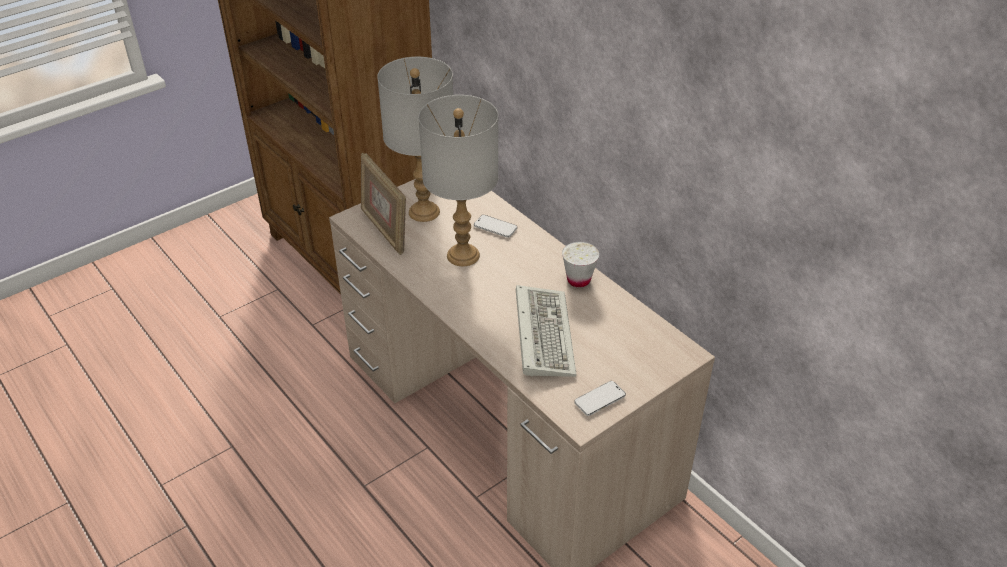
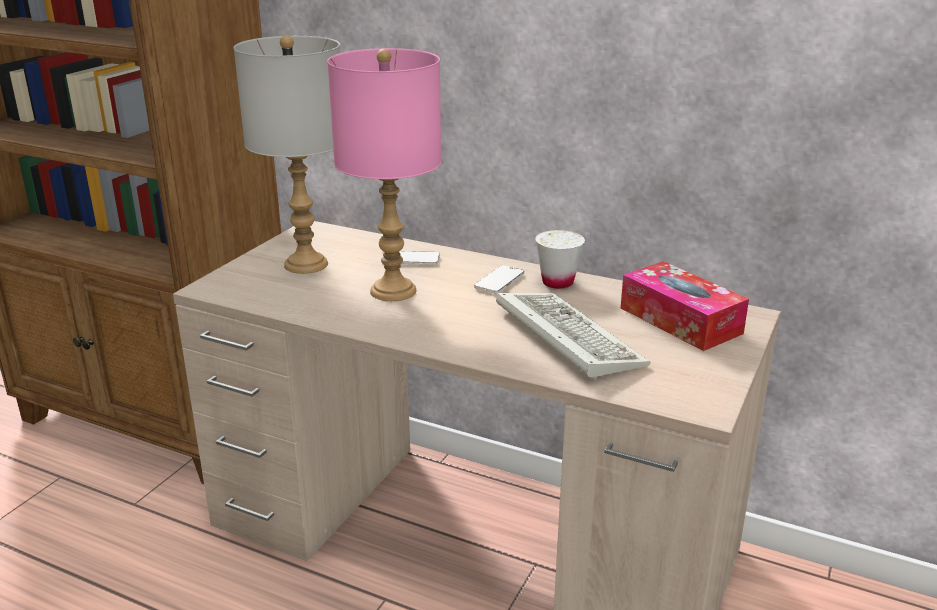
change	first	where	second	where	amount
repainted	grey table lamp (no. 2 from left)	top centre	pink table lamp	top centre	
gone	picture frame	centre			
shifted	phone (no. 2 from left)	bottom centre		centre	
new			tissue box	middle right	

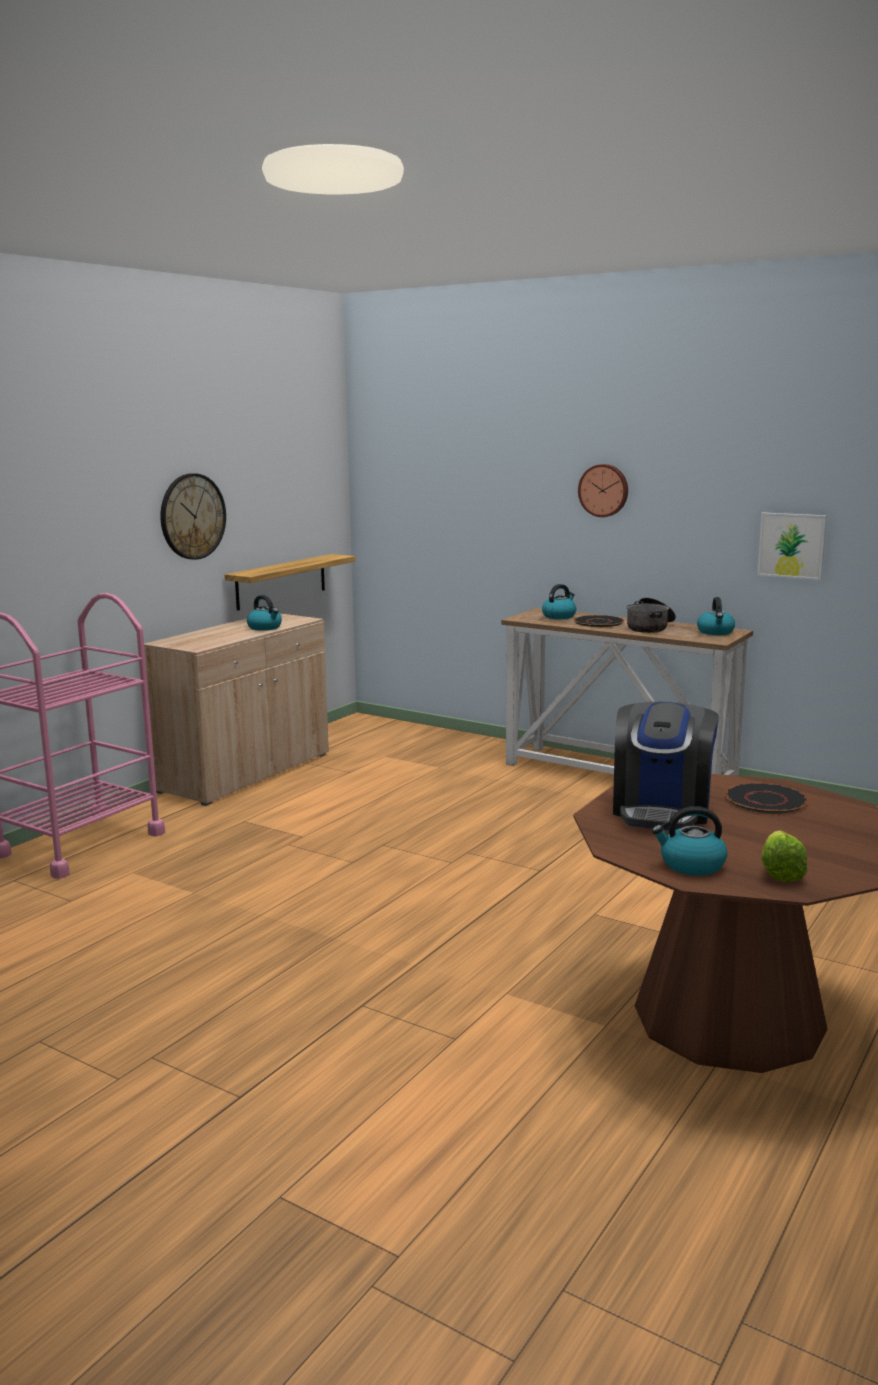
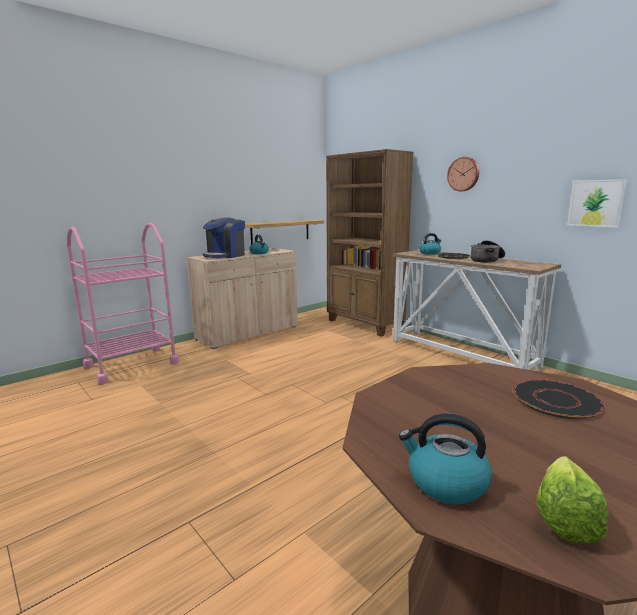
change	first	where	second	where	amount
gone	wall clock (no. 1 from left)	middle left			
gone	kettle (no. 4 from left)	middle right			
shifted	coffee machine	middle right		centre	
new			brown bookcase	centre	

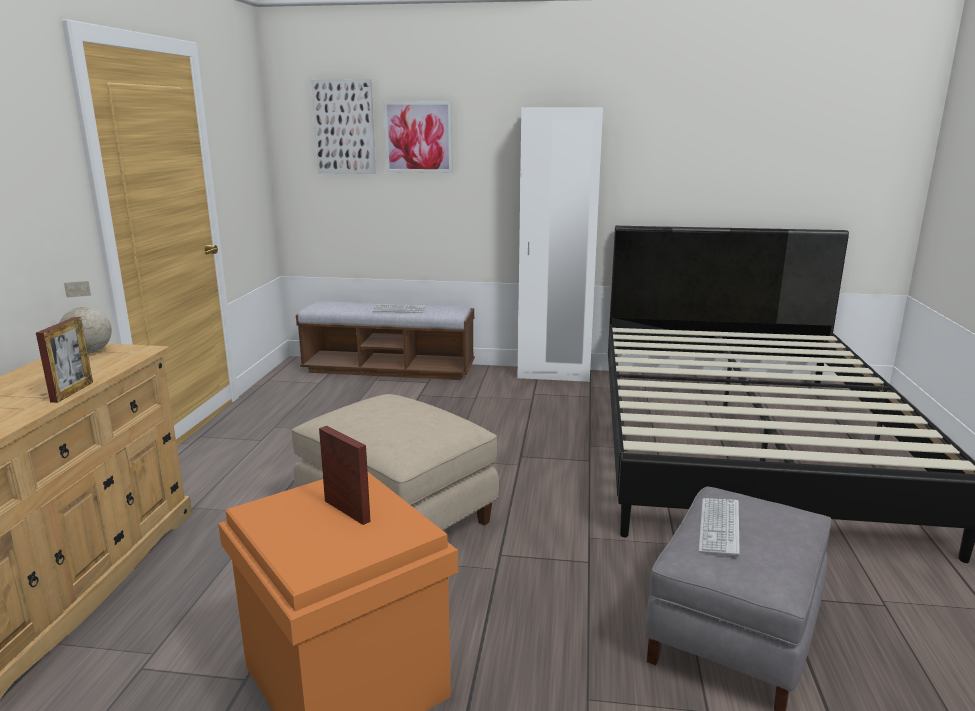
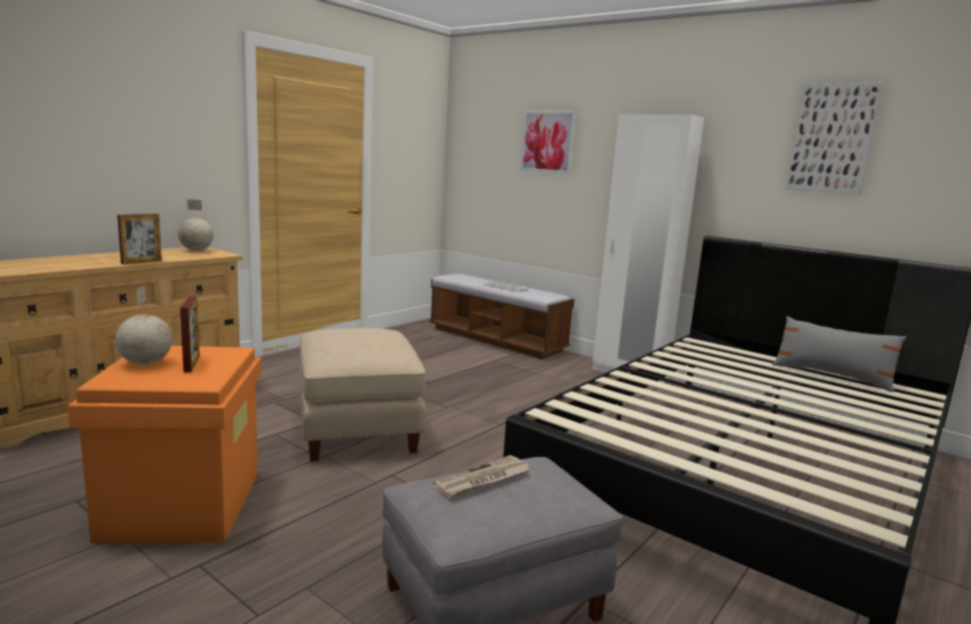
change	first	where	second	where	amount
shifted	picture (no. 1 from left in the first image)	top centre	picture (no. 2 from left)	top right	
swapped	keyboard (no. 2 from left)	bottom right	newspaper	bottom centre	
new			globe (no. 1 from left)	middle left	
new			grey pillow	middle right	

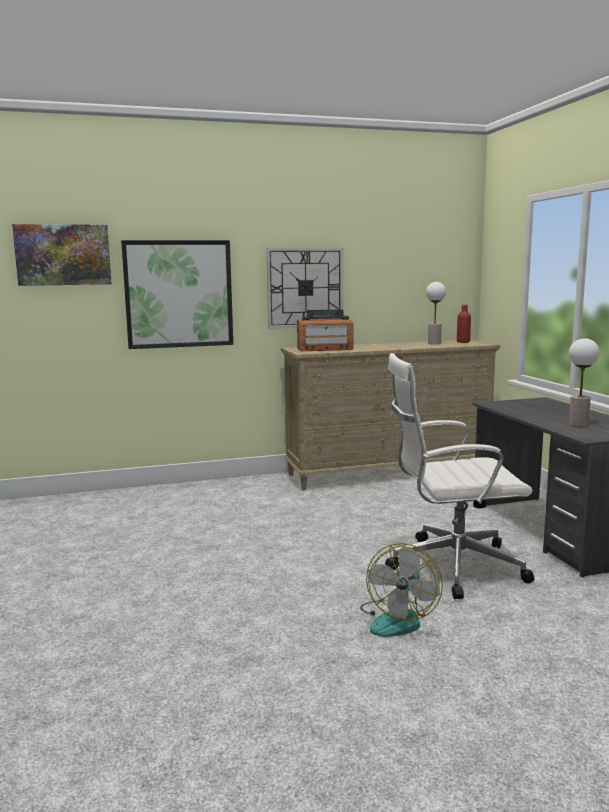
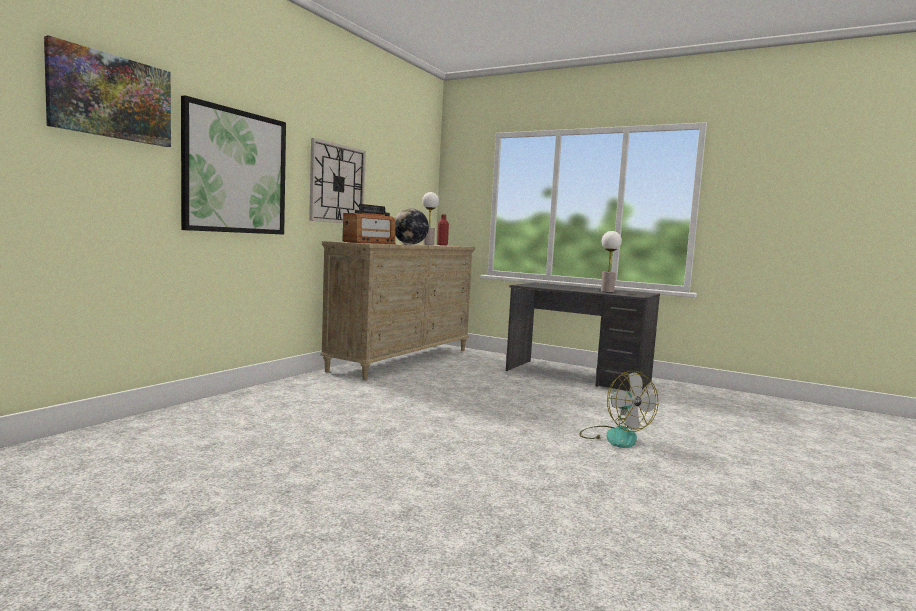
change	first	where	second	where	amount
gone	white office chair	middle right			
new			globe	centre	

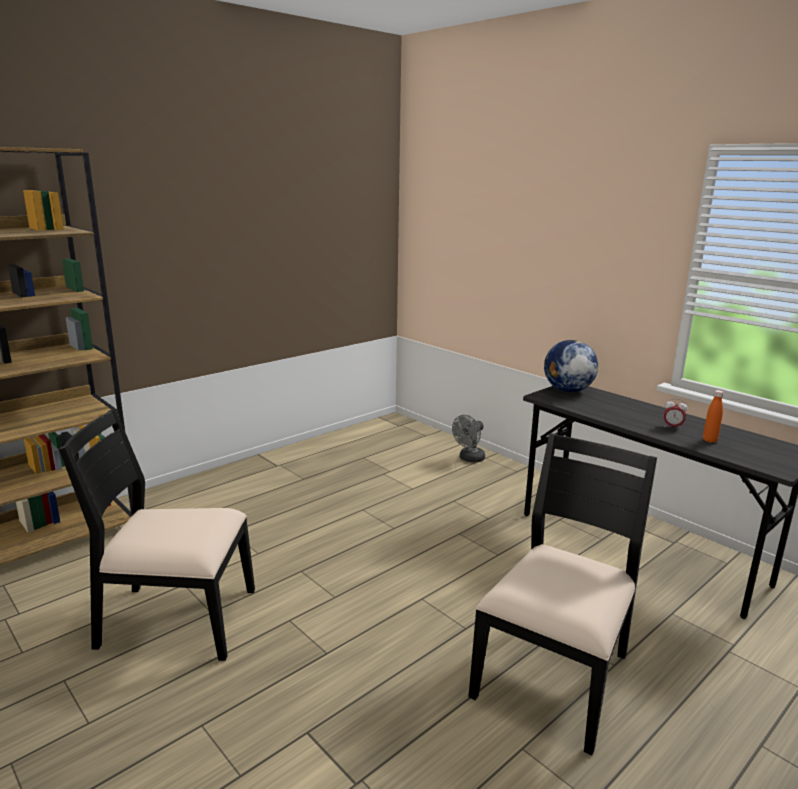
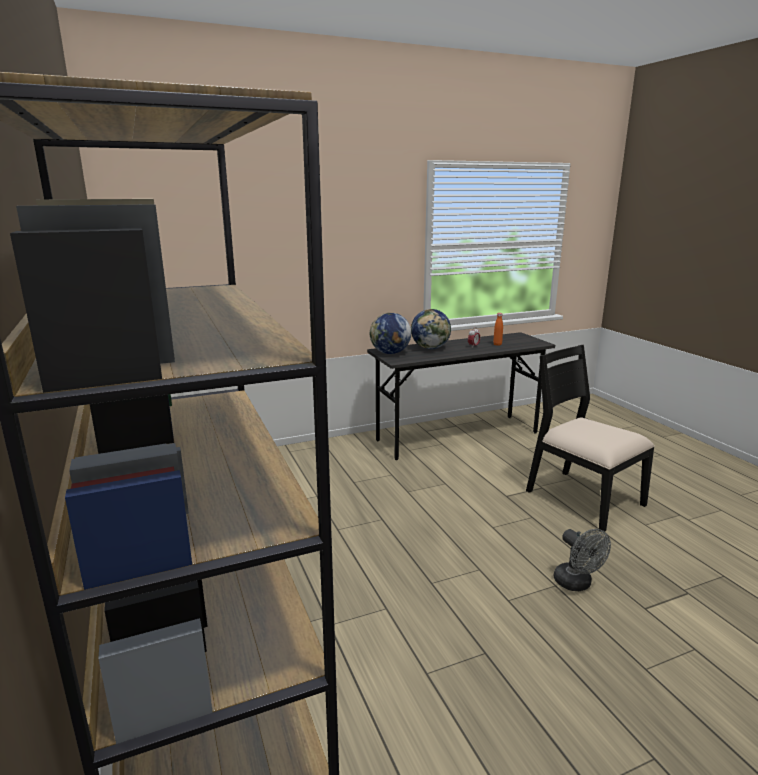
change	first	where	second	where	amount
gone	black chair (no. 1 from left)	bottom left			
shifted	grey fan	centre		bottom right	
new			globe (no. 2 from left)	centre	

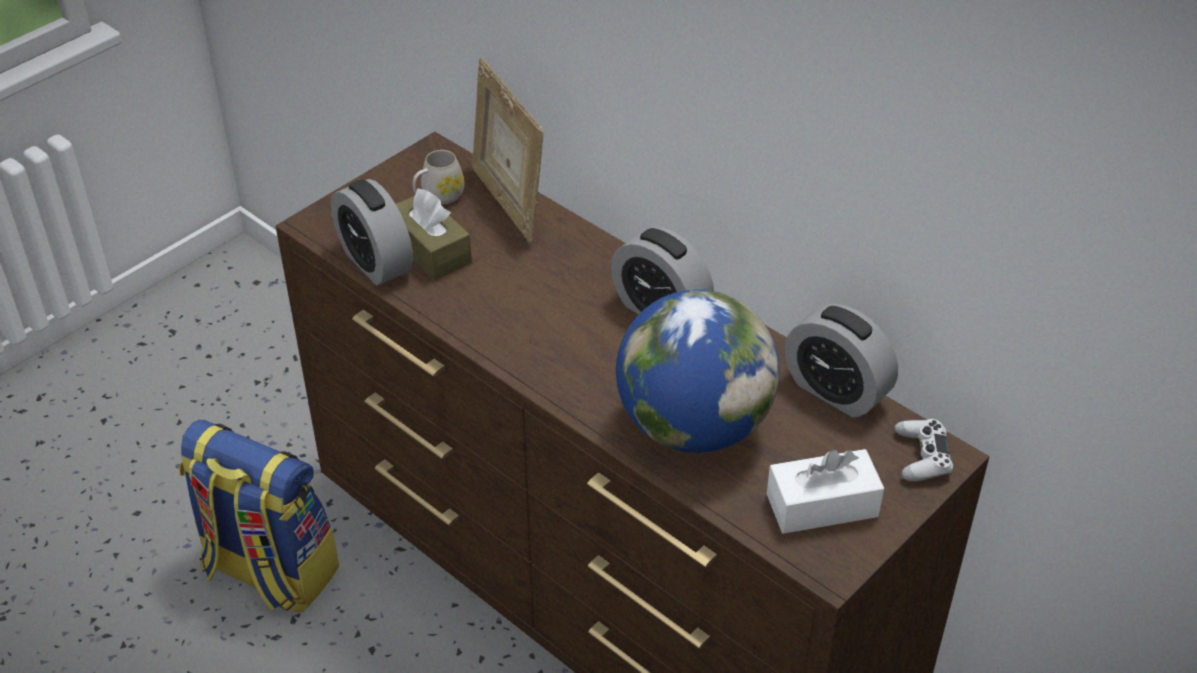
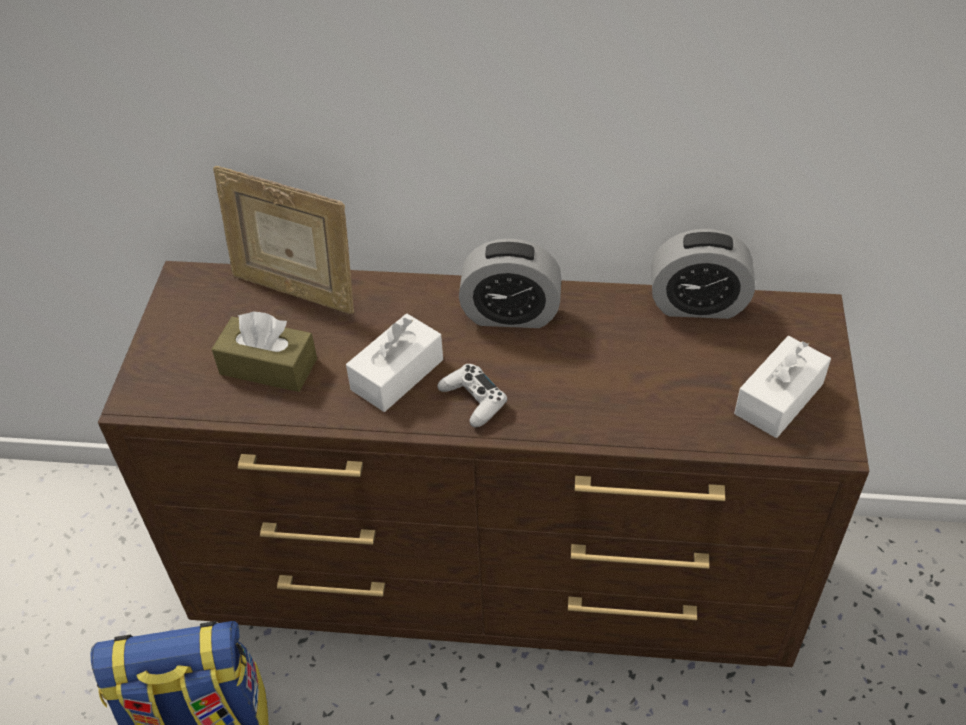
change	first	where	second	where	amount
gone	white mug	top centre			
gone	alarm clock (no. 1 from left)	middle left			
gone	globe	centre			
shifted	white game controller	bottom right		centre	
new			white tissue box (no. 1 from left)	centre	

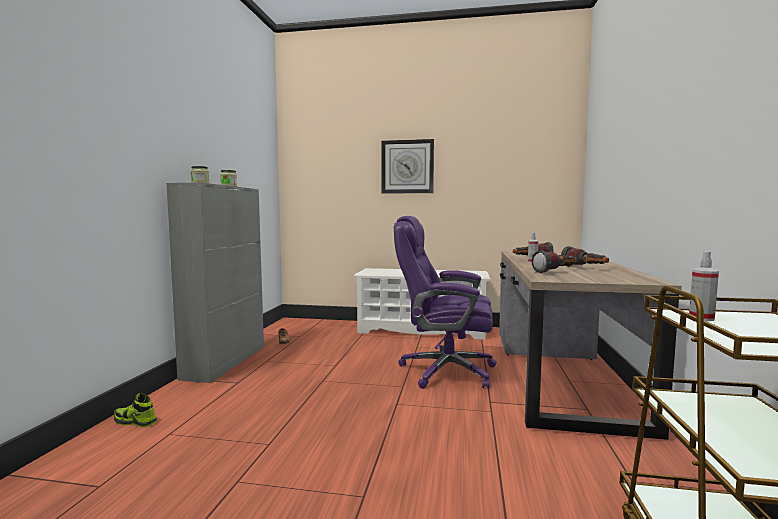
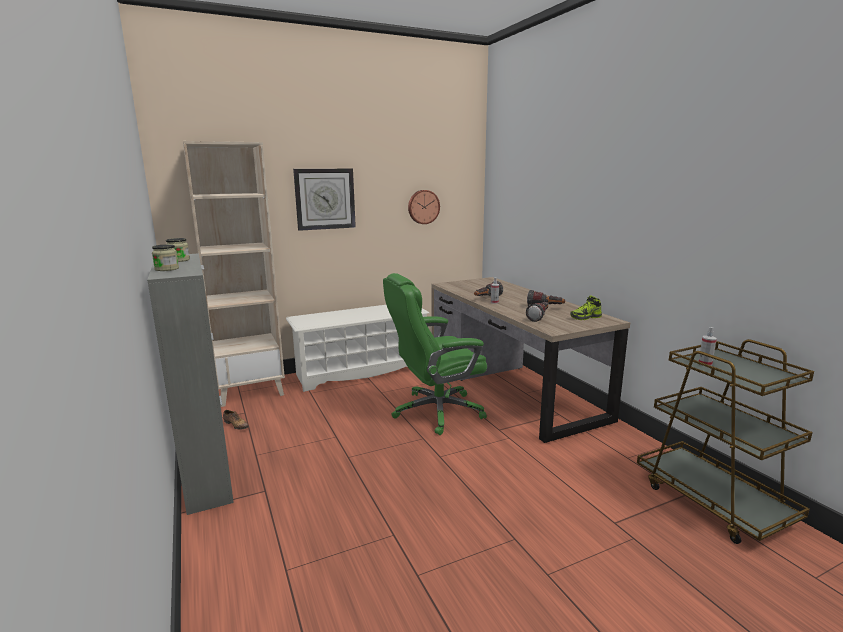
change	first	where	second	where	amount
repainted	purple office chair	centre	green office chair	centre	
shifted	shoe (no. 1 from left in the first image)	bottom left	shoe (no. 2 from left)	middle right	
new			beige bookcase	middle left	
new			wall clock (no. 2 from left)	top centre	

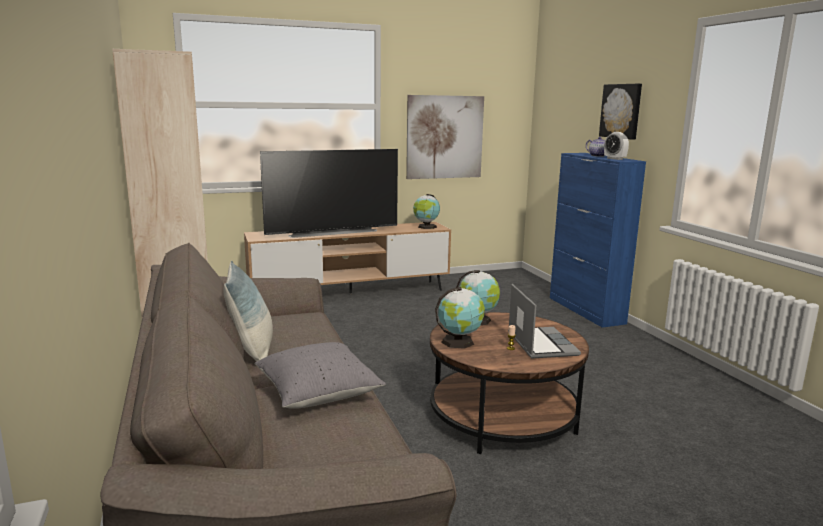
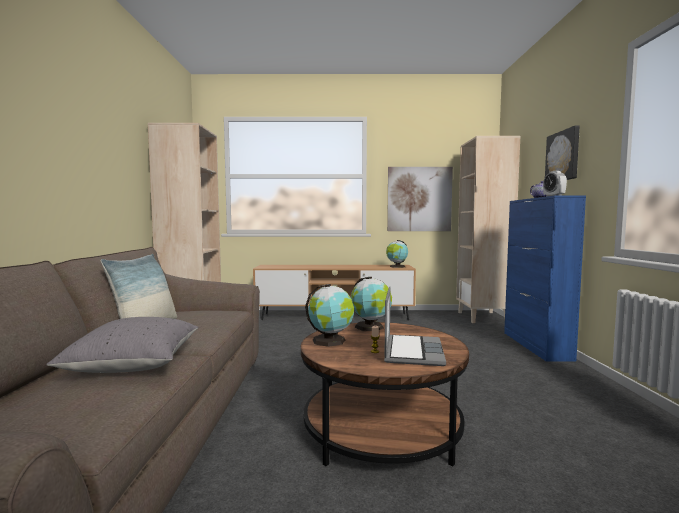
change	first	where	second	where	amount
gone	television	centre			
new			beige bookcase (no. 2 from left)	middle right	

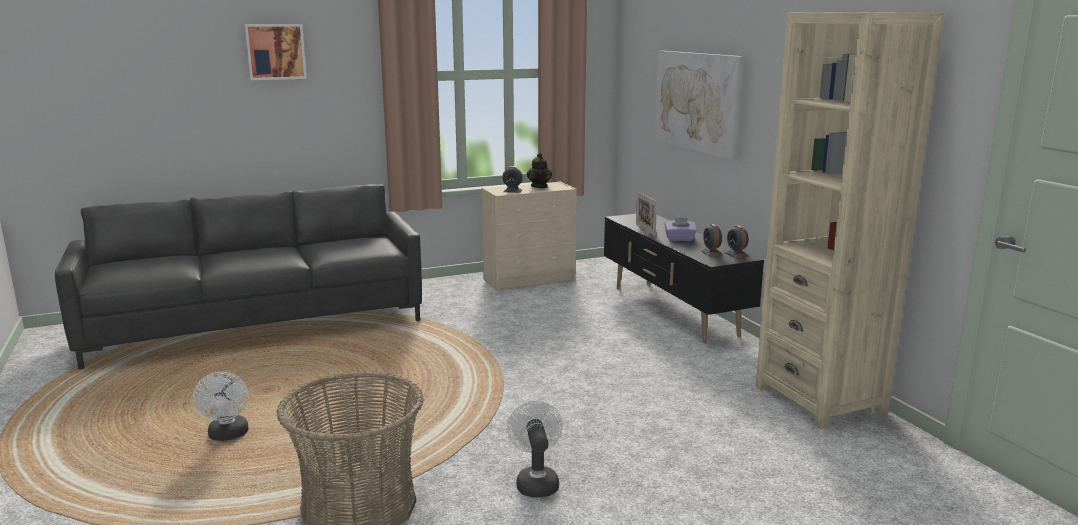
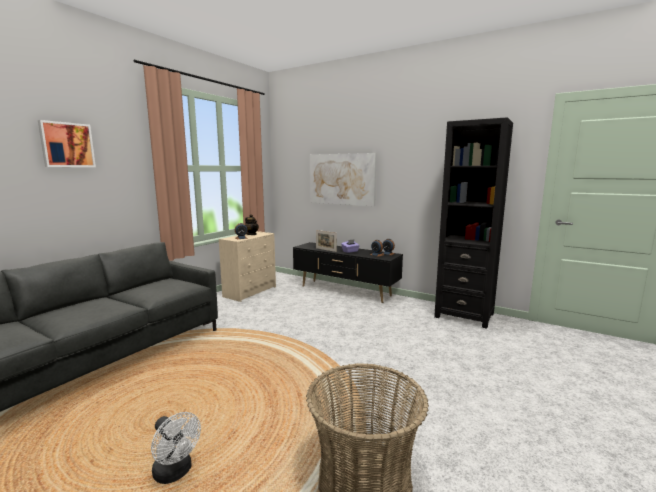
change	first	where	second	where	amount
repainted	beige bookcase	middle right	black bookcase	middle right	
gone	white fan (no. 2 from left)	bottom centre			

